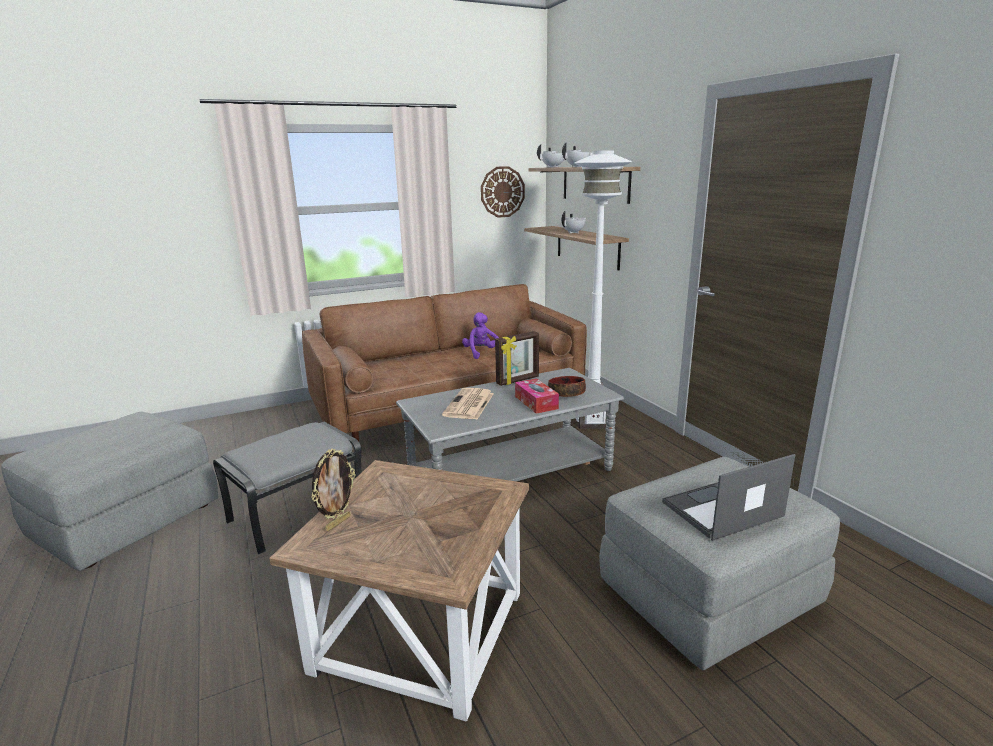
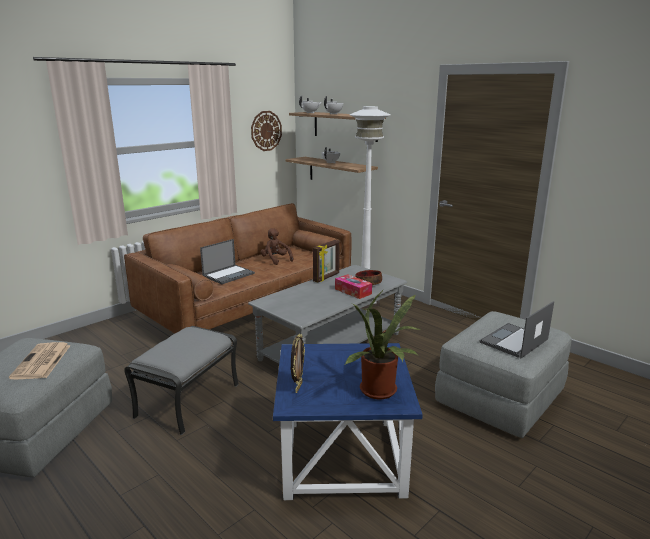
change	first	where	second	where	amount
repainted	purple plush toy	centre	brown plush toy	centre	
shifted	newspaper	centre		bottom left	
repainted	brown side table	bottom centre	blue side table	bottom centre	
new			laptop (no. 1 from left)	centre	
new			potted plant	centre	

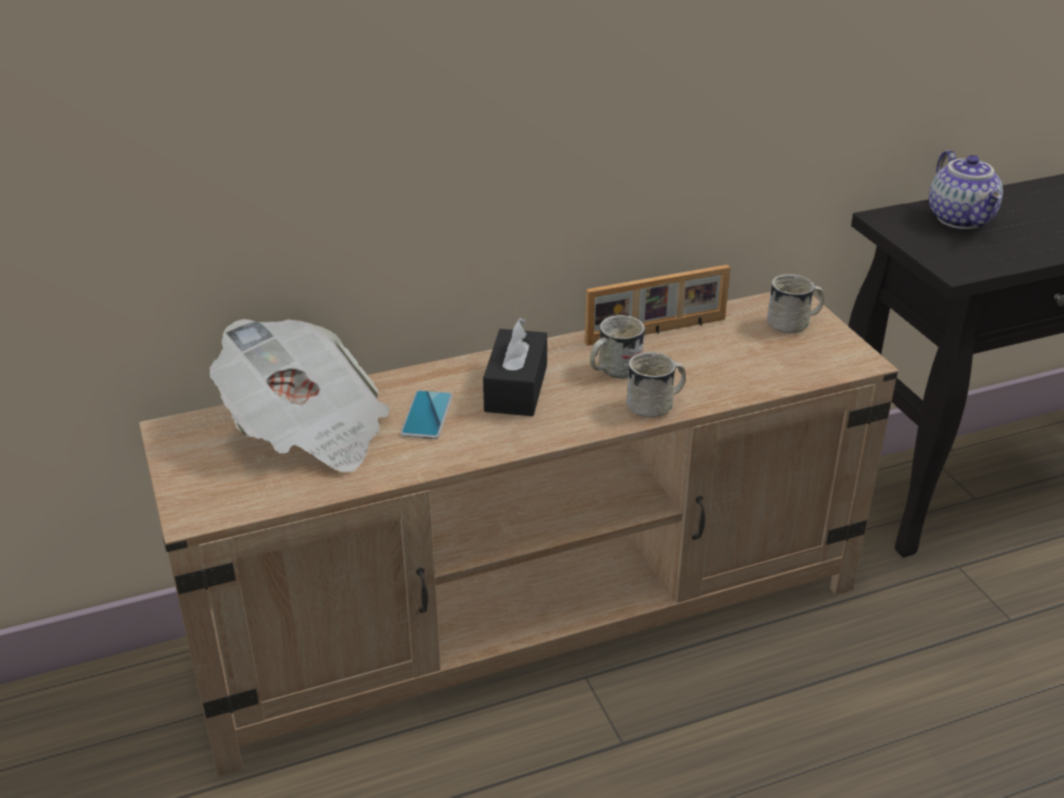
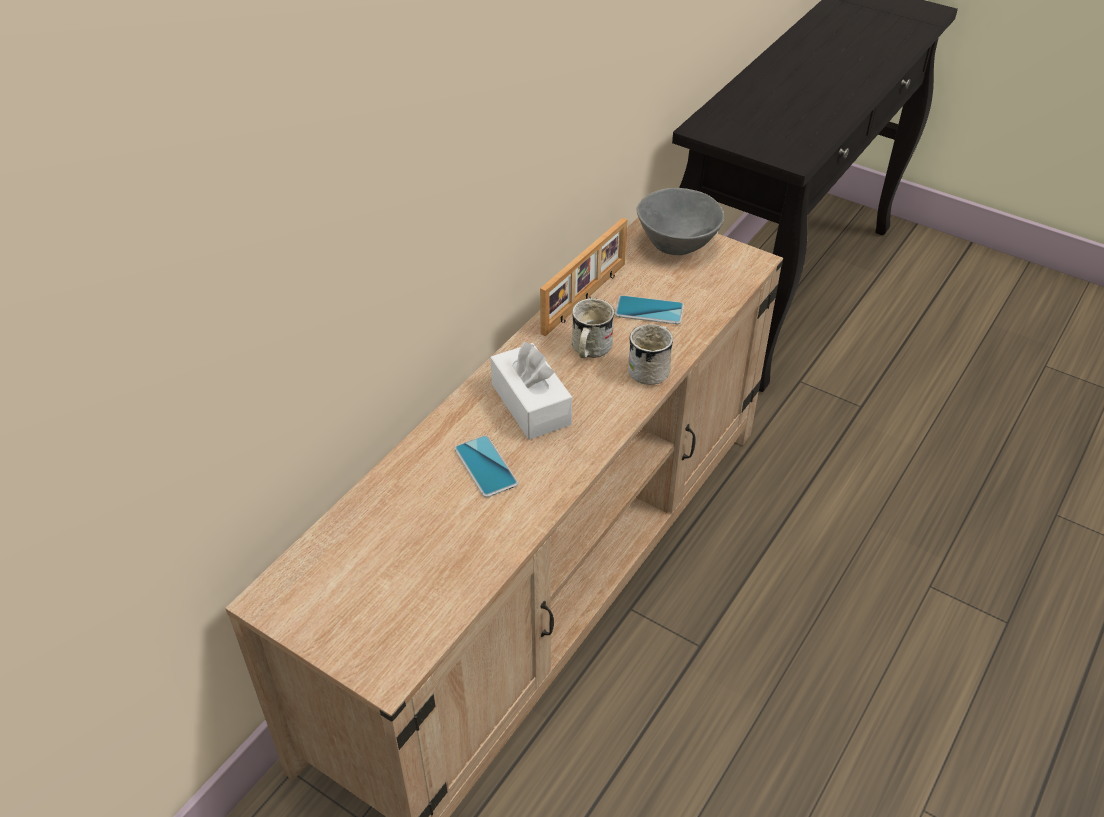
change	first	where	second	where	amount
gone	teapot	top right			
swapped	white mug (no. 3 from left)	middle right	grey bowl	top centre	
repainted	black tissue box	centre	white tissue box	centre	
gone	newspaper	middle left			
new			phone (no. 2 from left)	centre	

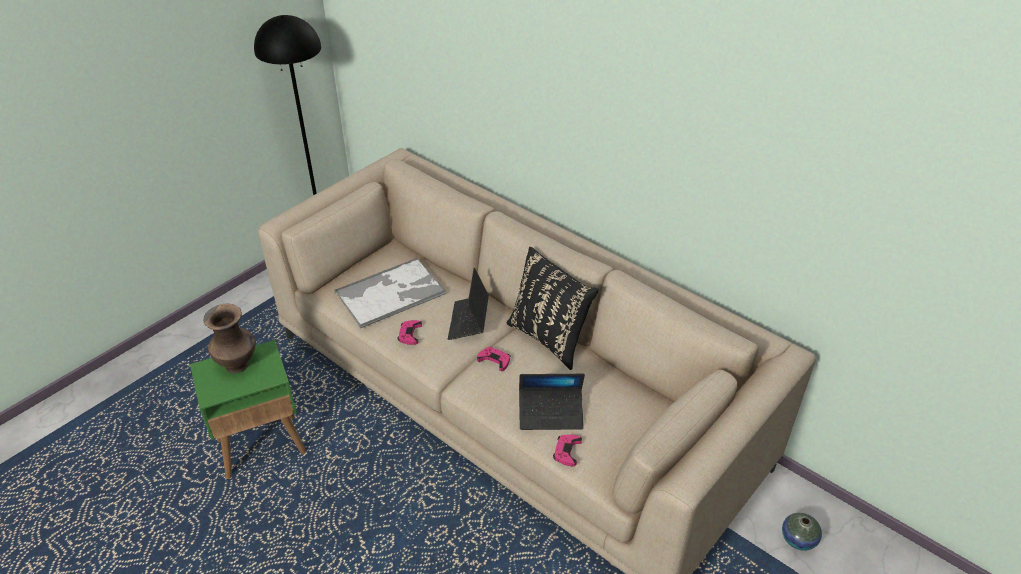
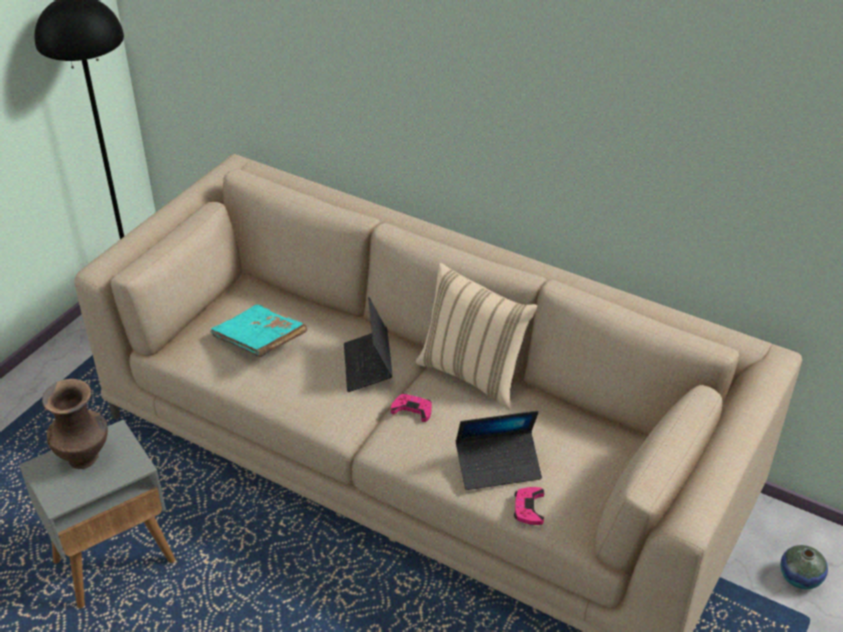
change	first	where	second	where	amount
repainted	black pillow	centre	beige pillow	centre	
swapped	tray	centre	turquoise book	middle left	
gone	pink game controller (no. 1 from left)	centre			
repainted	green side table	bottom left	grey side table	bottom left	

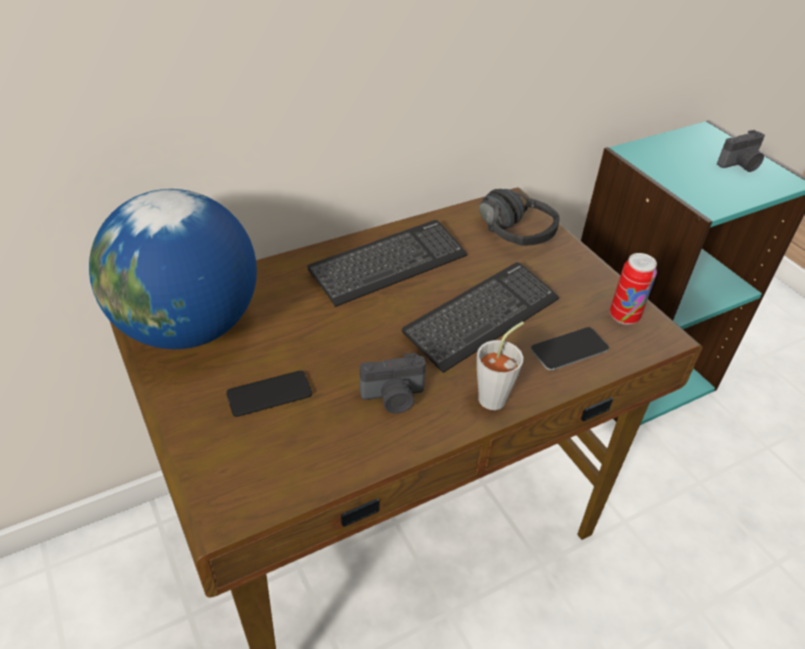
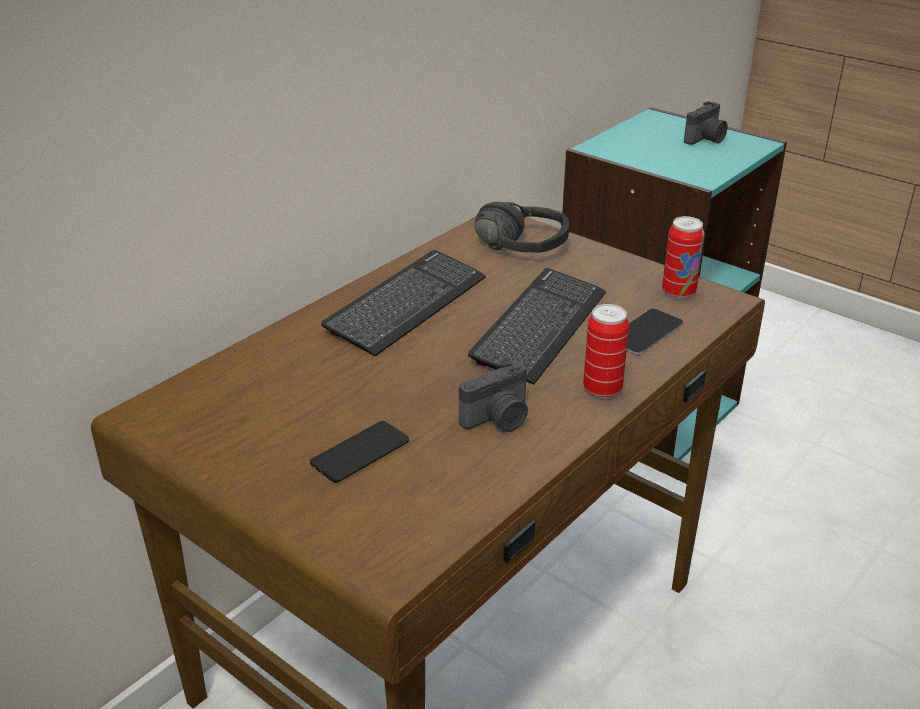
change	first	where	second	where	amount
gone	globe	middle left			
swapped	grey cup	centre	can (no. 1 from left)	centre	

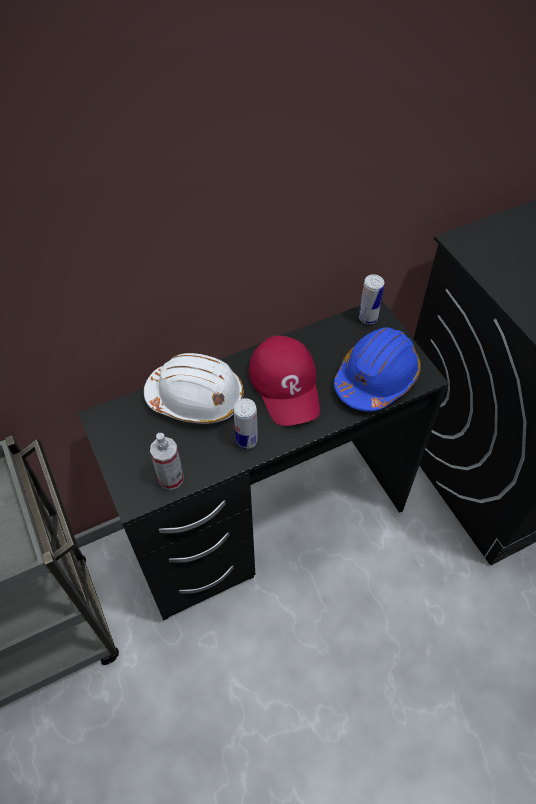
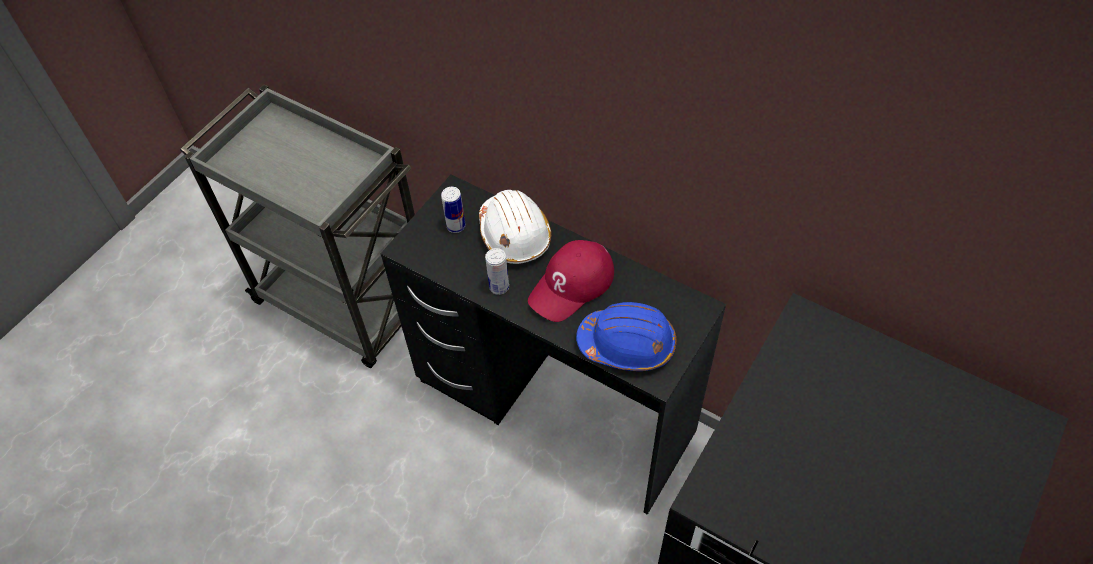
change	first	where	second	where	amount
shifted	can (no. 2 from left in the first image)	middle right	can (no. 1 from left)	centre	
gone	spray bottle	middle left			

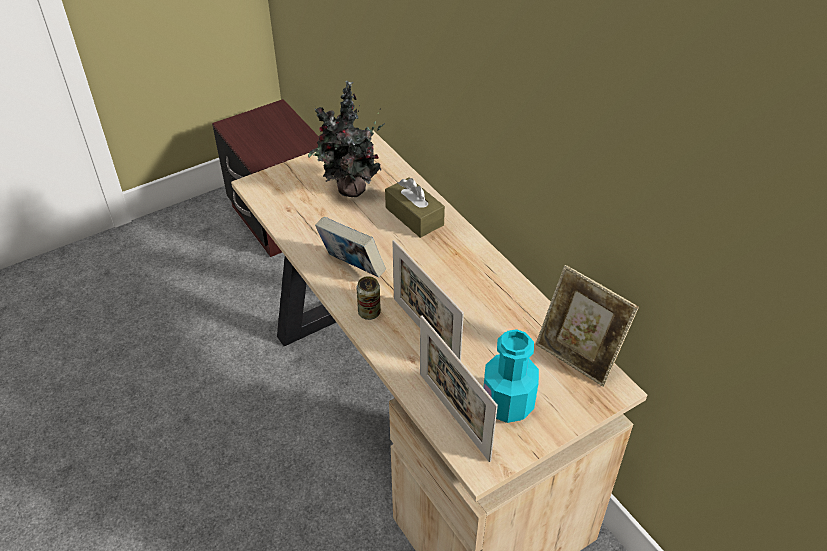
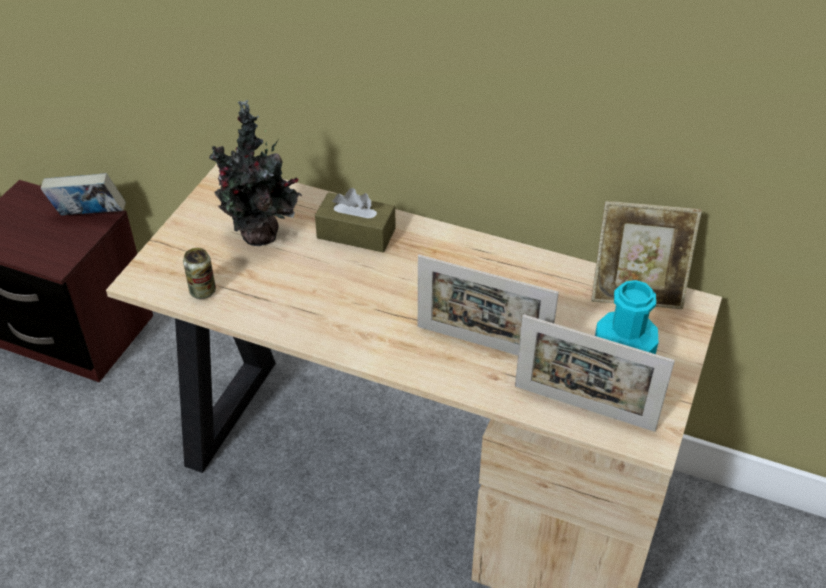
change	first	where	second	where	amount
shifted	book	centre		top left	
shifted	can	centre		middle left	

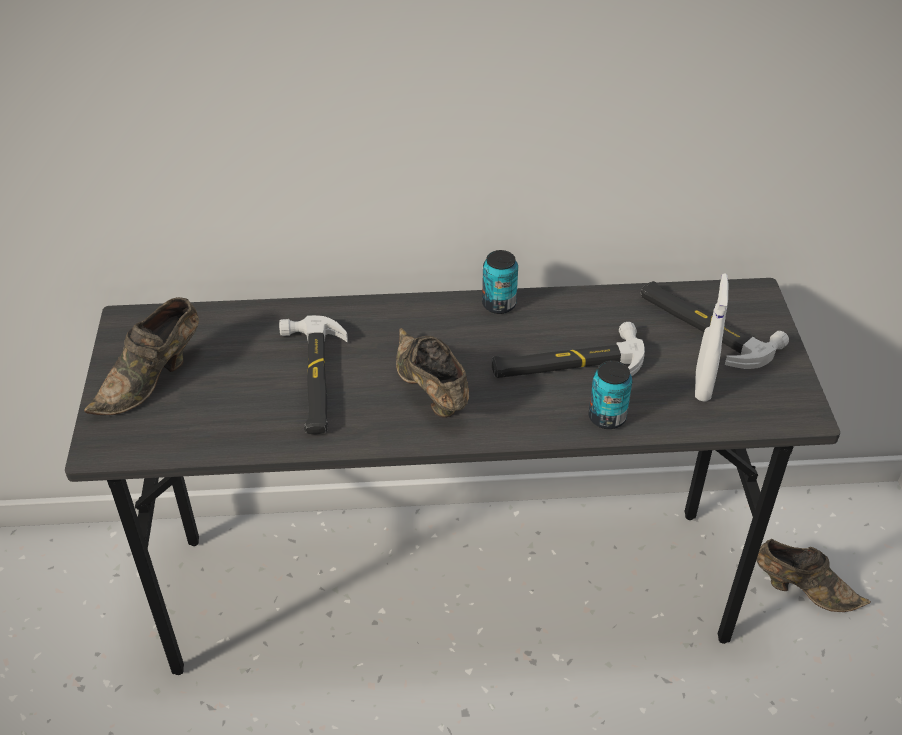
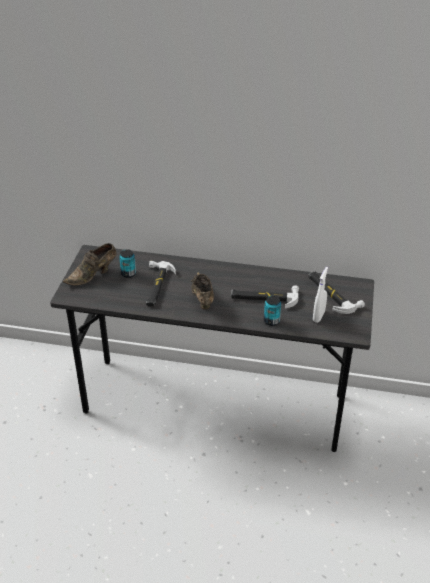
change	first	where	second	where	amount
shifted	can (no. 1 from left)	centre		middle left	
gone	brown shoe (no. 3 from left)	bottom right			

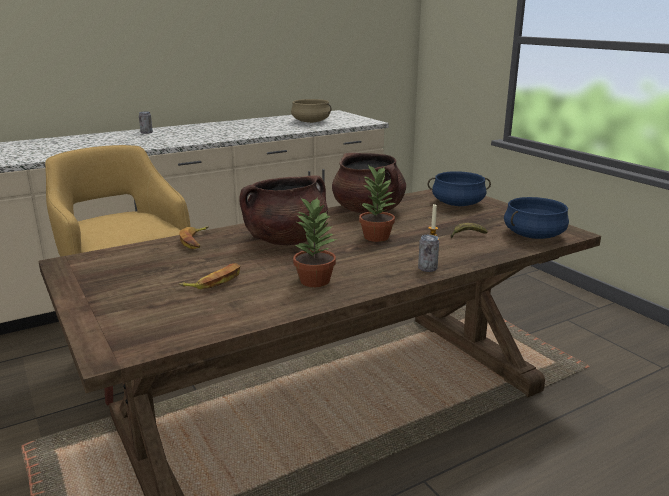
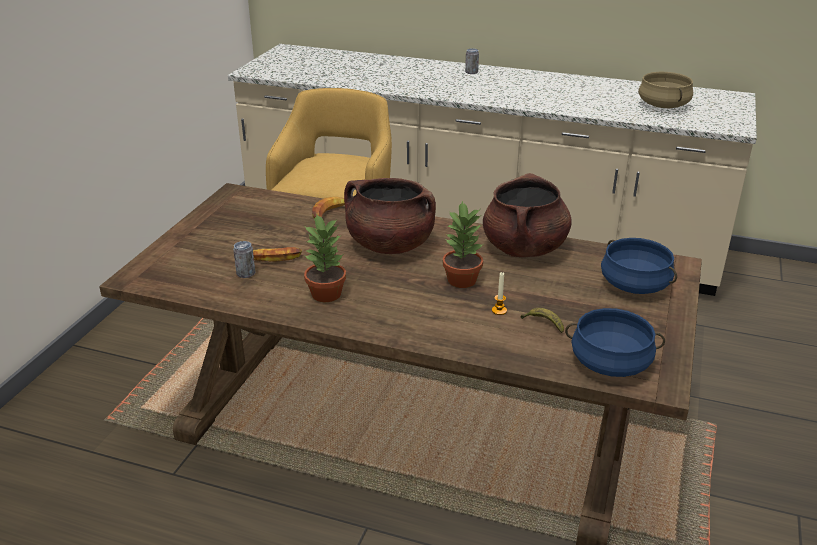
change	first	where	second	where	amount
shifted	can (no. 2 from left in the first image)	centre	can (no. 1 from left)	middle left	

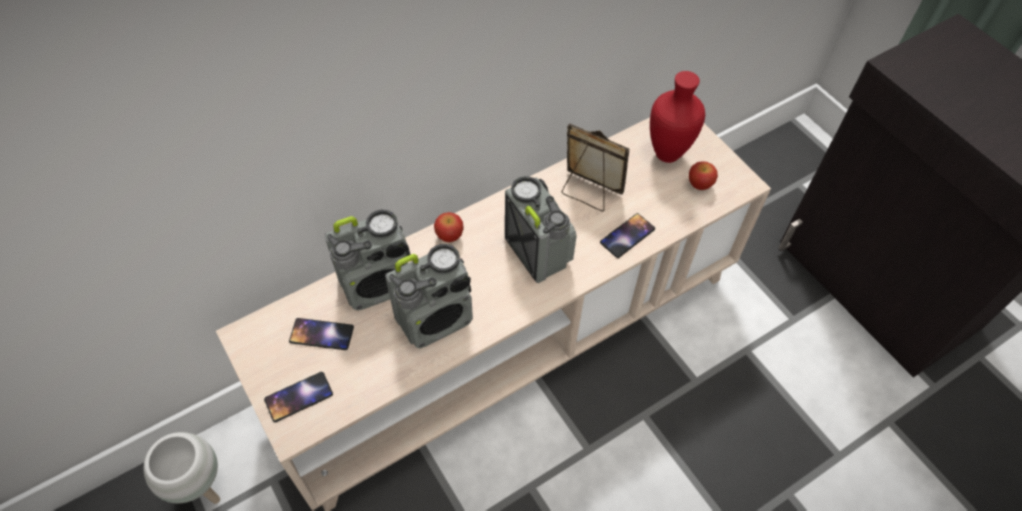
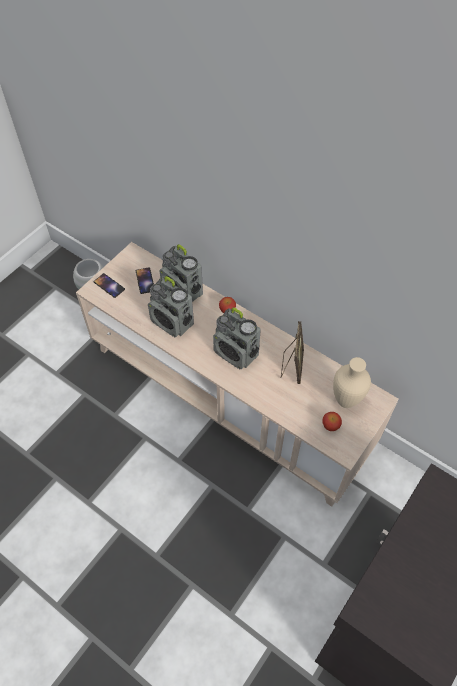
change	first	where	second	where	amount
repainted	red vase	top centre	beige vase	middle right	
rotated	radio (no. 3 from left)	centre		centre	90 degrees clockwise
gone	phone (no. 3 from left)	centre			

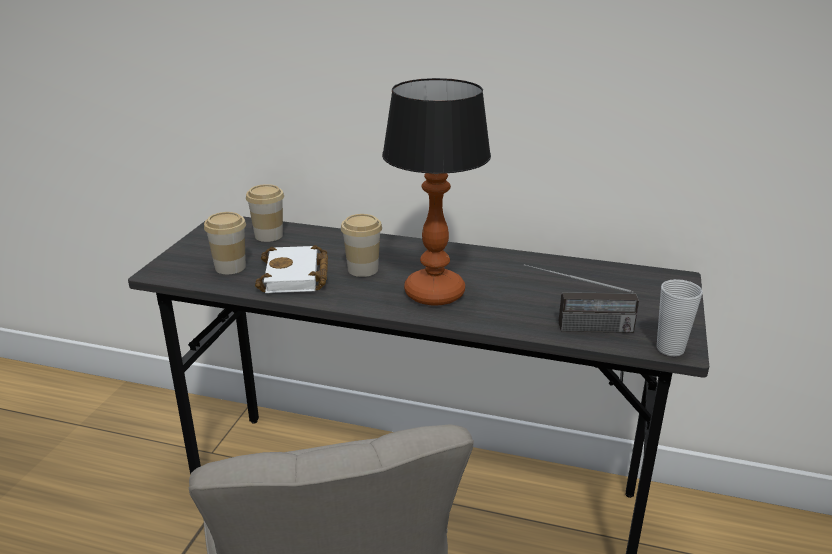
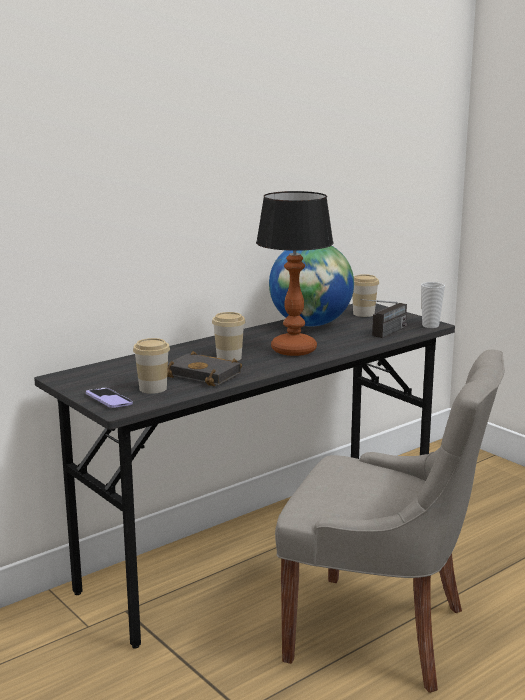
change	first	where	second	where	amount
shifted	cup (no. 2 from left in the first image)	middle left	cup (no. 3 from left)	middle right	
repainted	white book	centre	black book	centre	
new			globe	centre	
new			phone	middle left	

